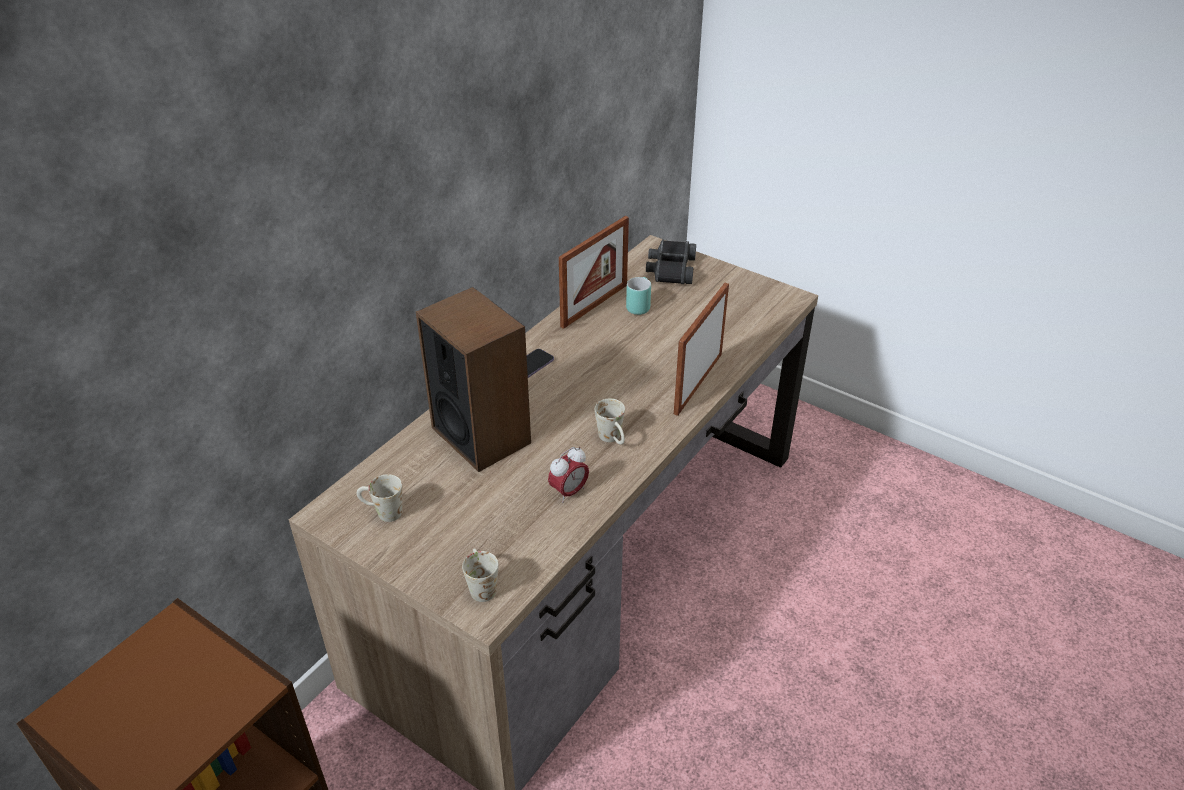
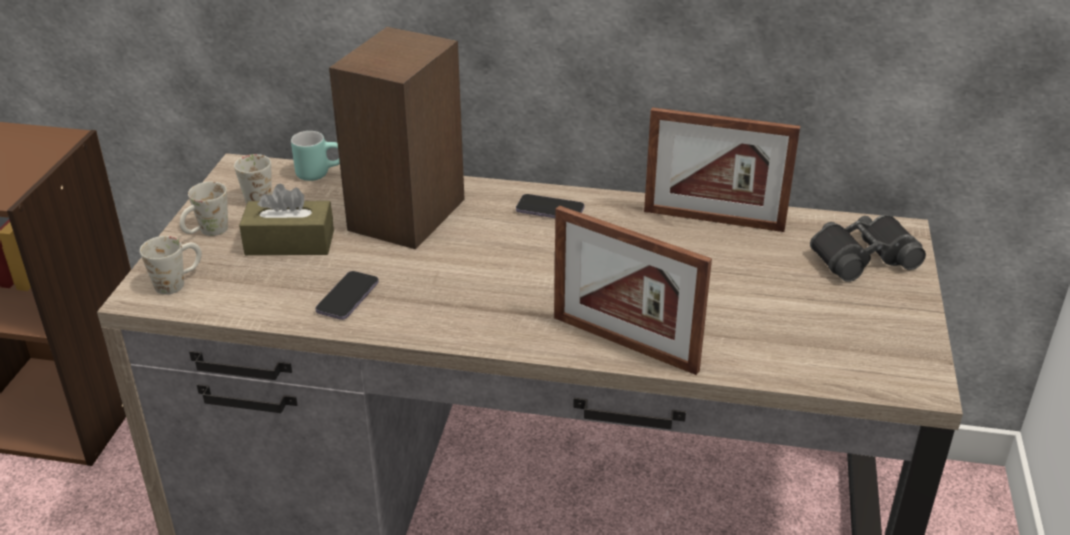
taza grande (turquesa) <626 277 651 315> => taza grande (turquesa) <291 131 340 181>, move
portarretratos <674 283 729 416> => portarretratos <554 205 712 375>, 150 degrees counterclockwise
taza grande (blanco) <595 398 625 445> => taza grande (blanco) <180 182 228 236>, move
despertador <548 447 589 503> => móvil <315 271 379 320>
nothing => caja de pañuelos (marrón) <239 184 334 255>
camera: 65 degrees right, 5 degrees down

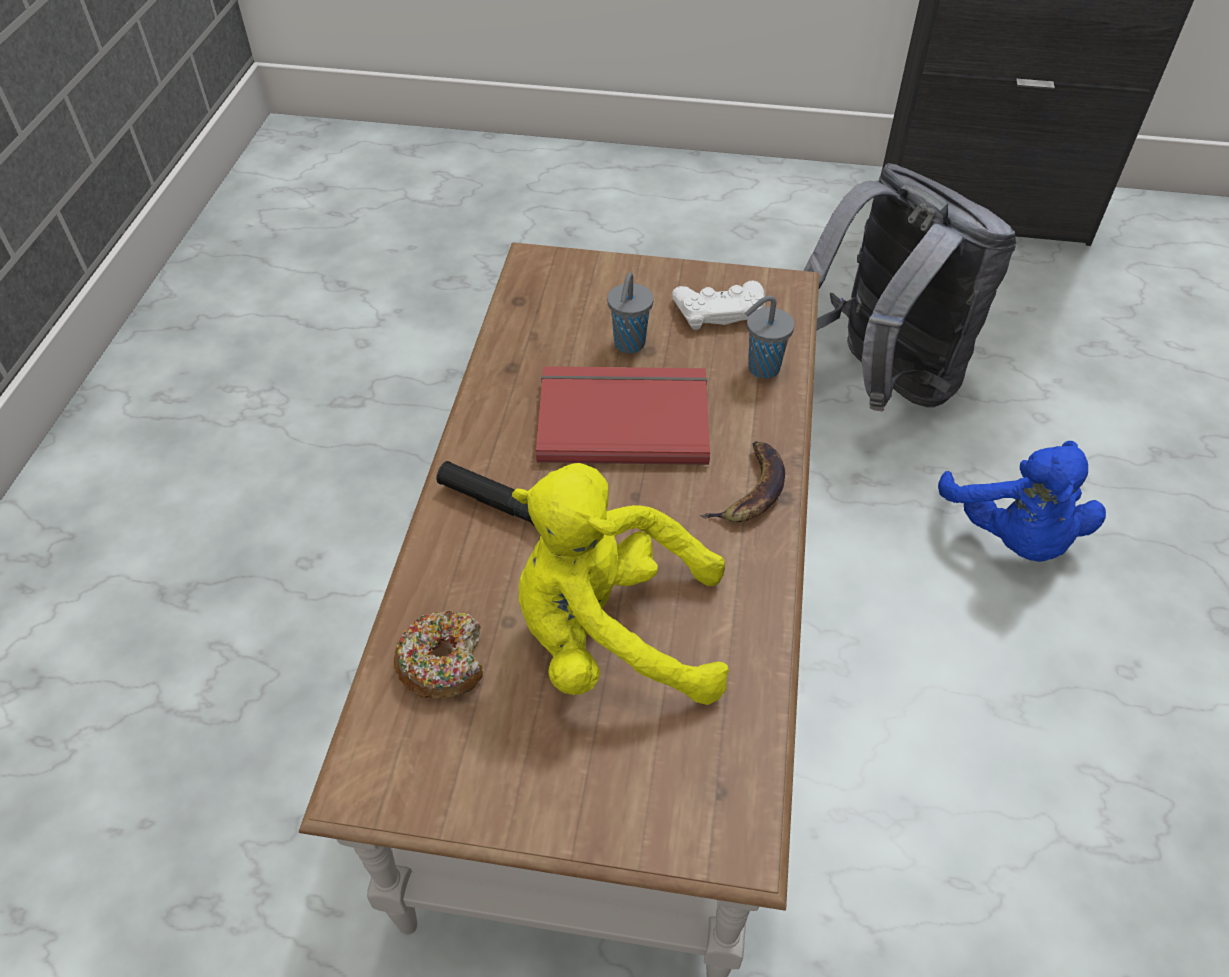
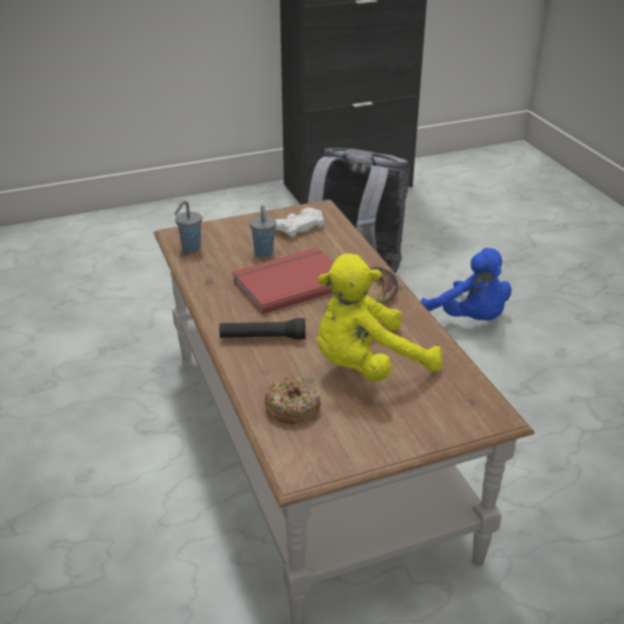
taza (gris) <745 295 795 379> => taza (gris) <174 201 202 253>, move
camera: 30 degrees left, 15 degrees down

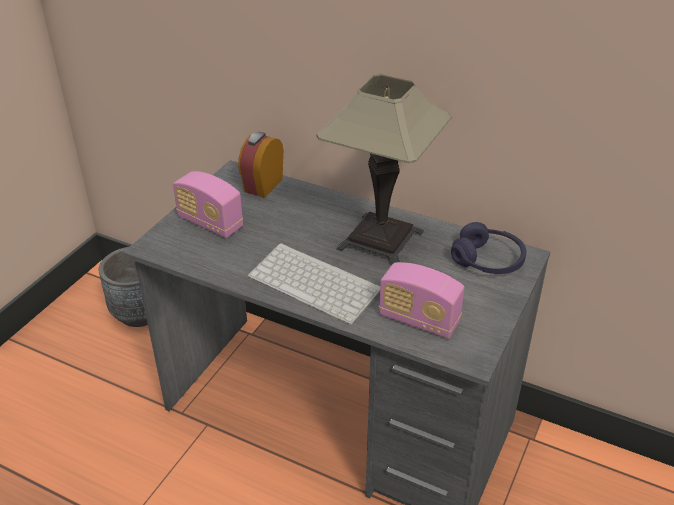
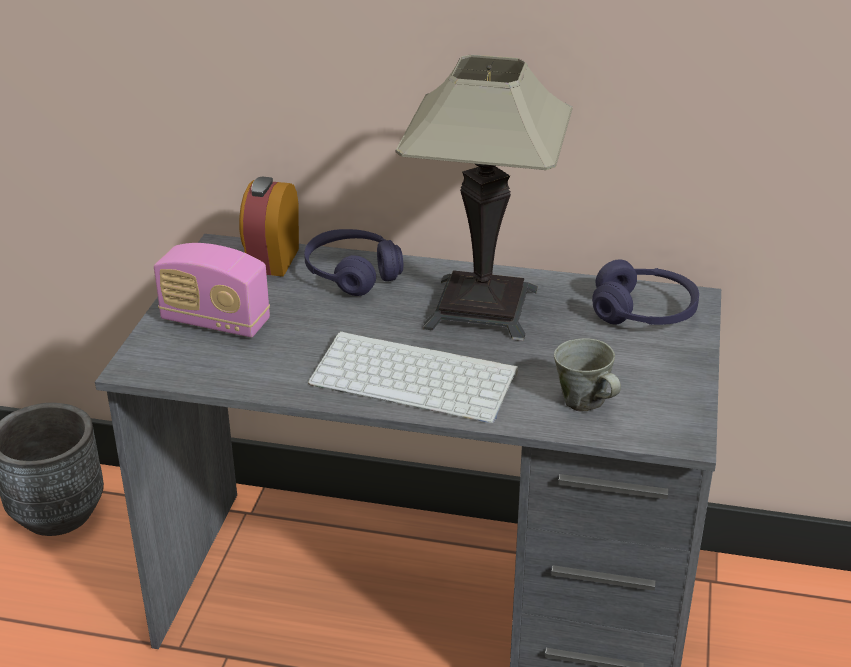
radio <379 262 464 339> => taza grande (gris) <554 338 621 412>
nothing => auriculares (morado) <304 229 403 296>
camera: 15 degrees left, 5 degrees down

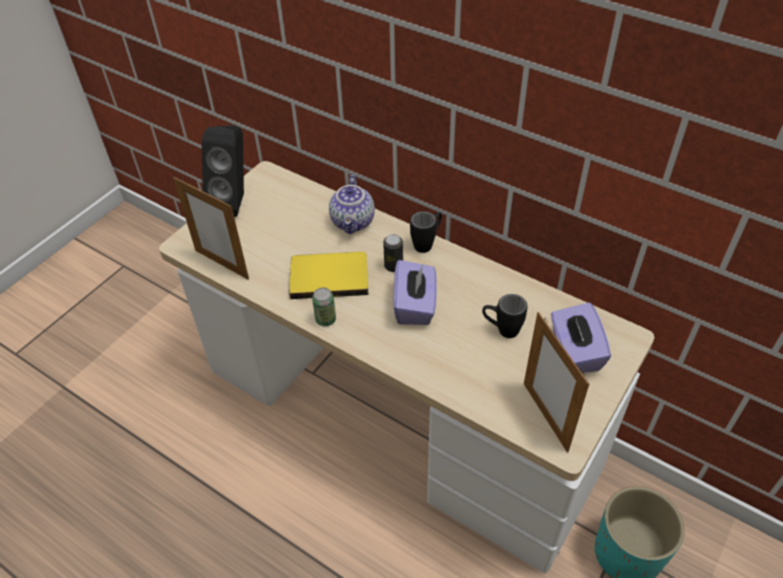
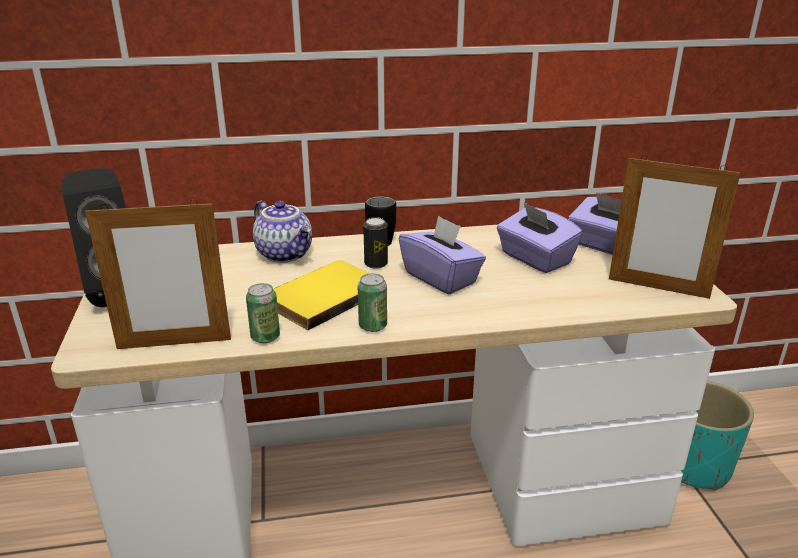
taza grande (negro) <482 294 527 338> => caja de pañuelos (morado) <497 202 583 273>
nothing => lata <246 283 280 343>
camera: 45 degrees left, 20 degrees down

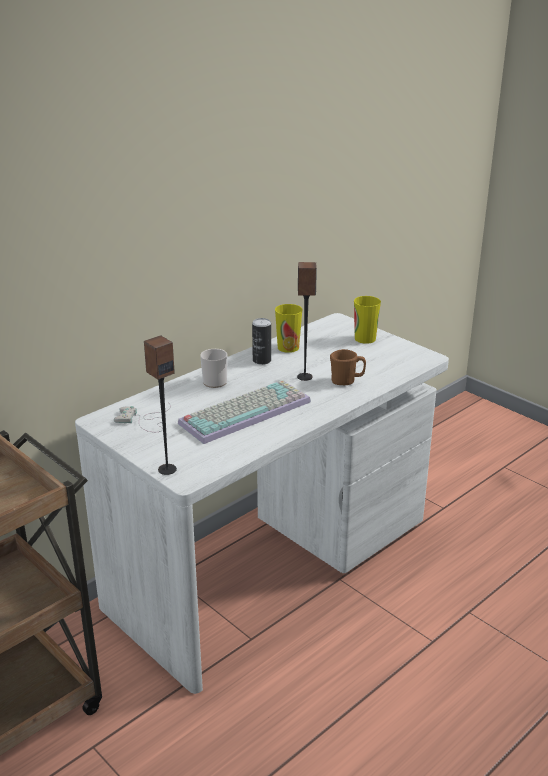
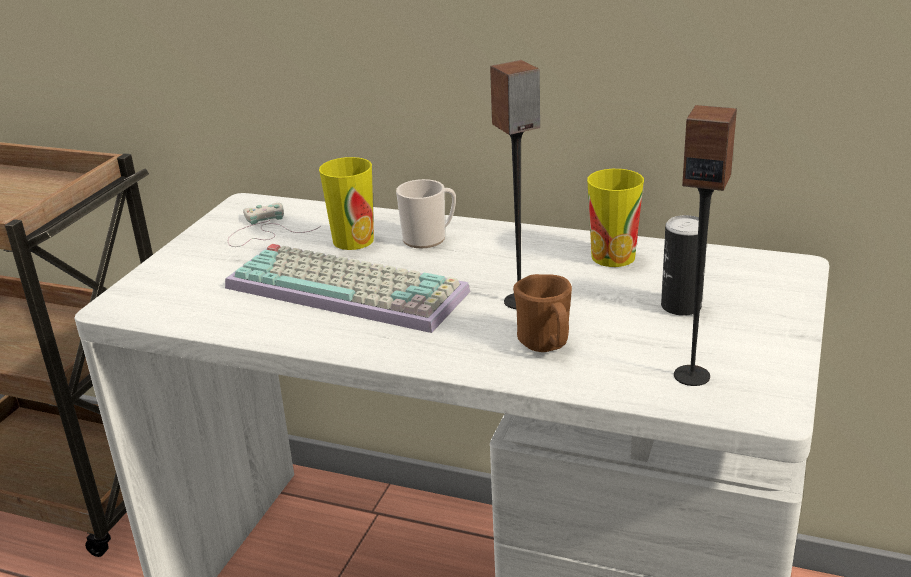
taza <354 296 381 344> => taza <319 157 374 250>, move
lata <252 318 271 365> => lata <661 215 708 316>, move
altavoz <144 335 177 475> => altavoz <674 105 737 386>, move
camera: 65 degrees right, 0 degrees up

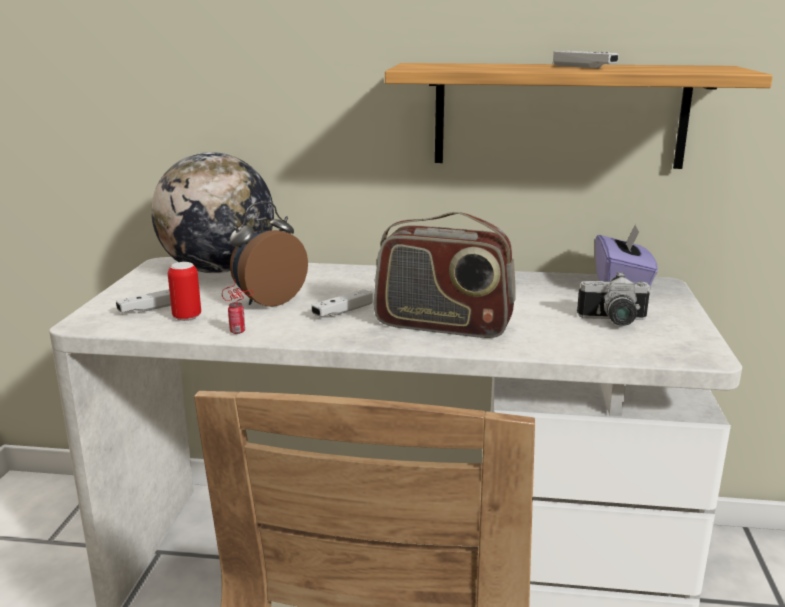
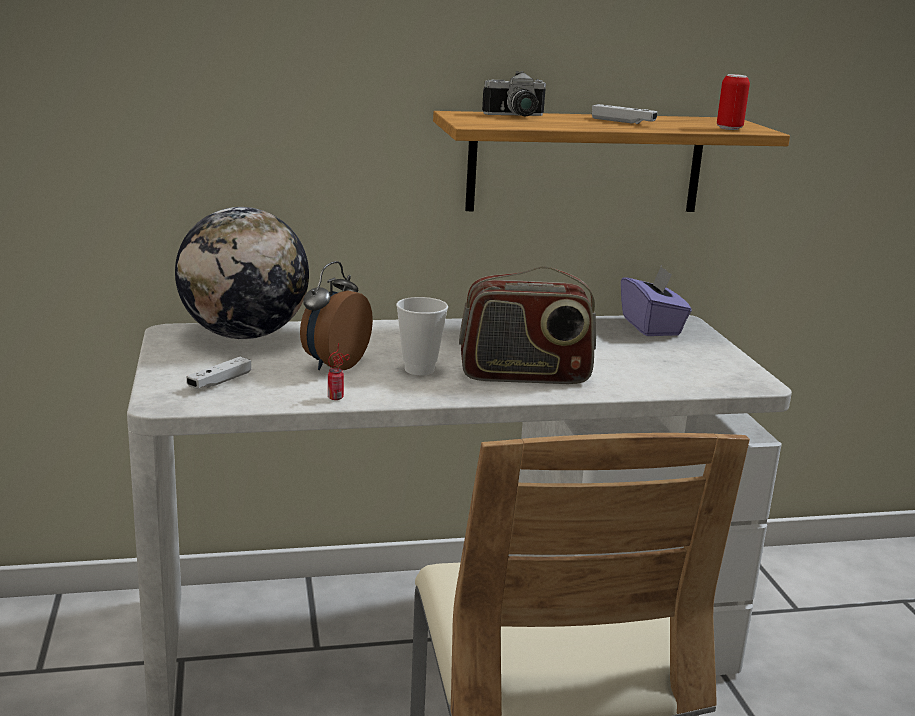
lata <168 262 201 321> => lata <717 74 750 130>, move
cámara <577 272 650 326> => cámara <482 71 546 117>, move
mando de consola (blanco) <312 289 373 317> => taza <396 297 448 375>
camera: 20 degrees left, 0 degrees up

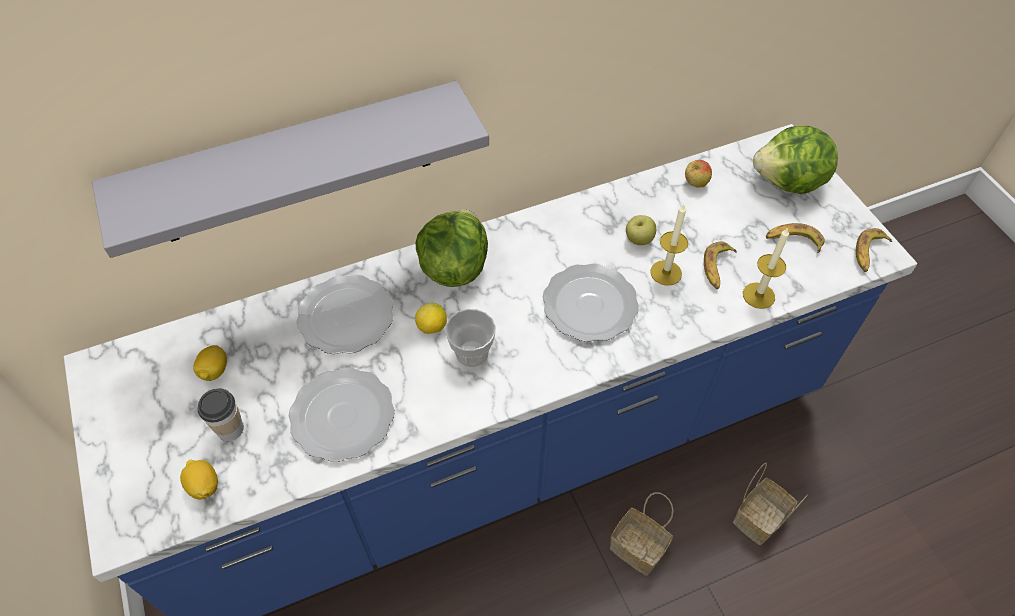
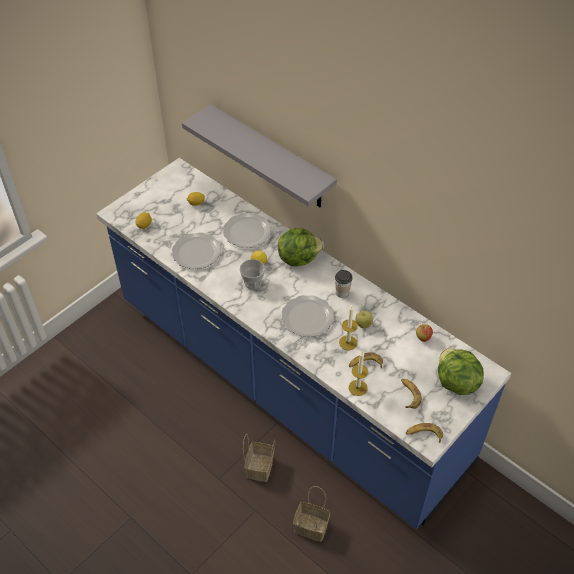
taza <198 388 244 441> => taza <335 270 353 298>, move
camera: 65 degrees right, 5 degrees down

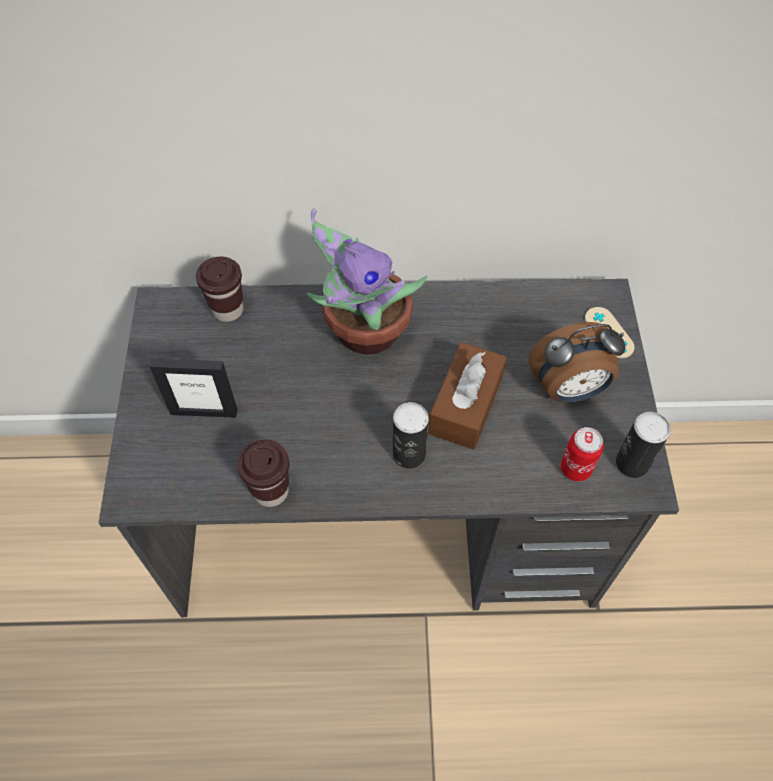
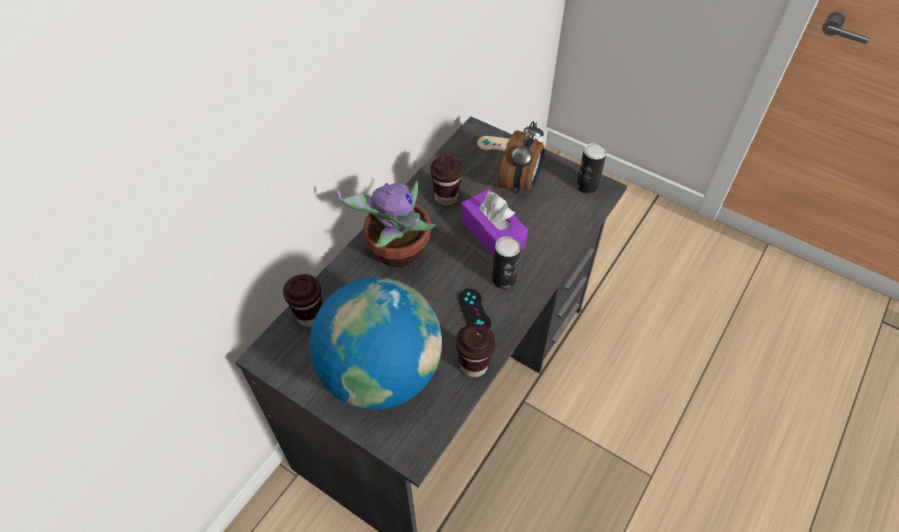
caja de pañuelos (marrón) <428 342 507 450> => caja de pañuelos (morado) <461 189 528 258>
portarretratos <149 358 238 418> => globo terráqueo <310 277 442 410>
lata <561 427 604 481> => nothing
nothing => taza (marrón) <430 156 463 205>
nothing => mando de consola (negro) <459 289 491 329>
camera: 55 degrees left, 5 degrees down

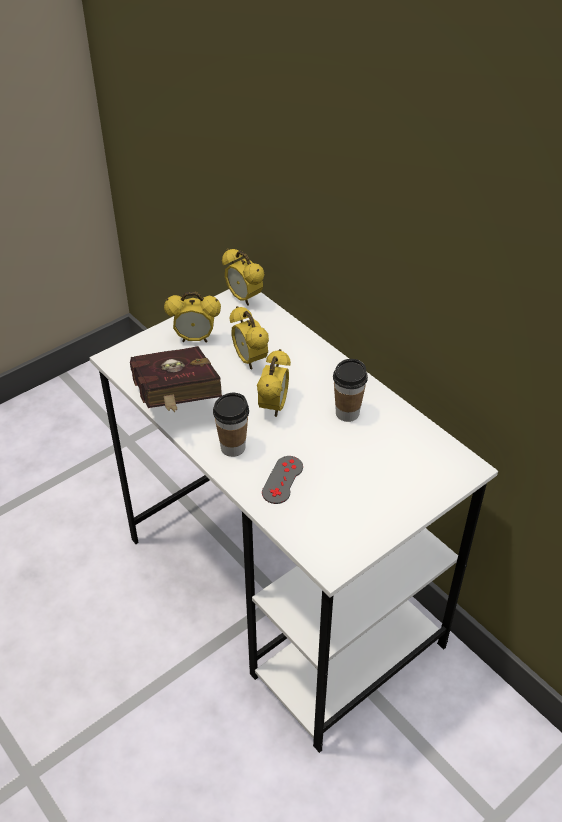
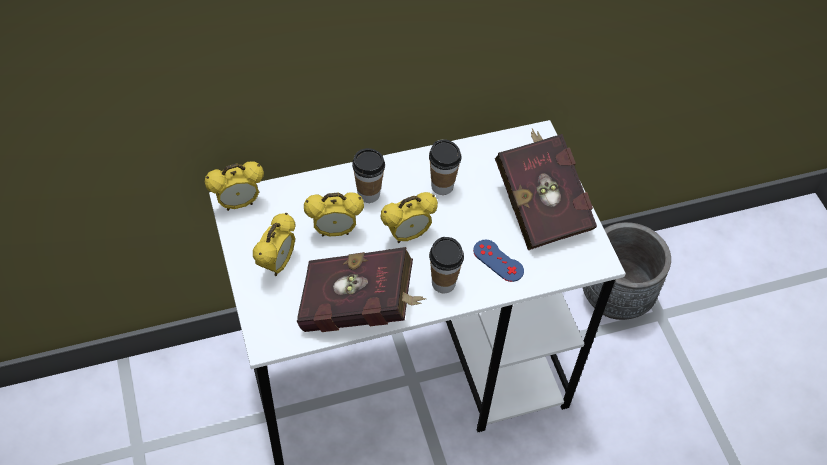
despertador <257 349 291 417> => despertador <380 192 438 243>, 120 degrees clockwise
mando de consola (gris) <262 456 303 504> => mando de consola (azul) <473 240 524 282>
nothing => libro (rojo) <495 128 597 250>
nothing => taza <352 148 385 203>
nothing => maceta (gris) <583 222 671 320>
camera: 70 degrees left, 10 degrees up

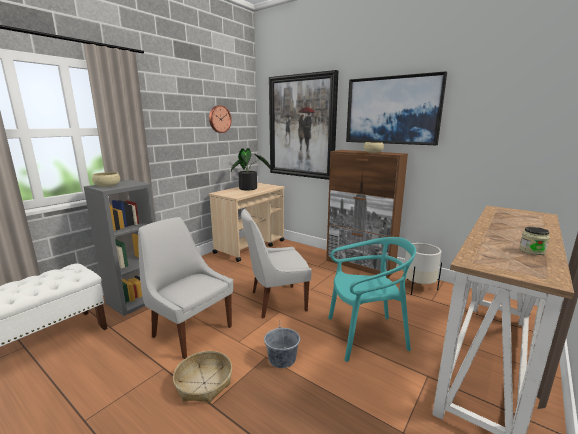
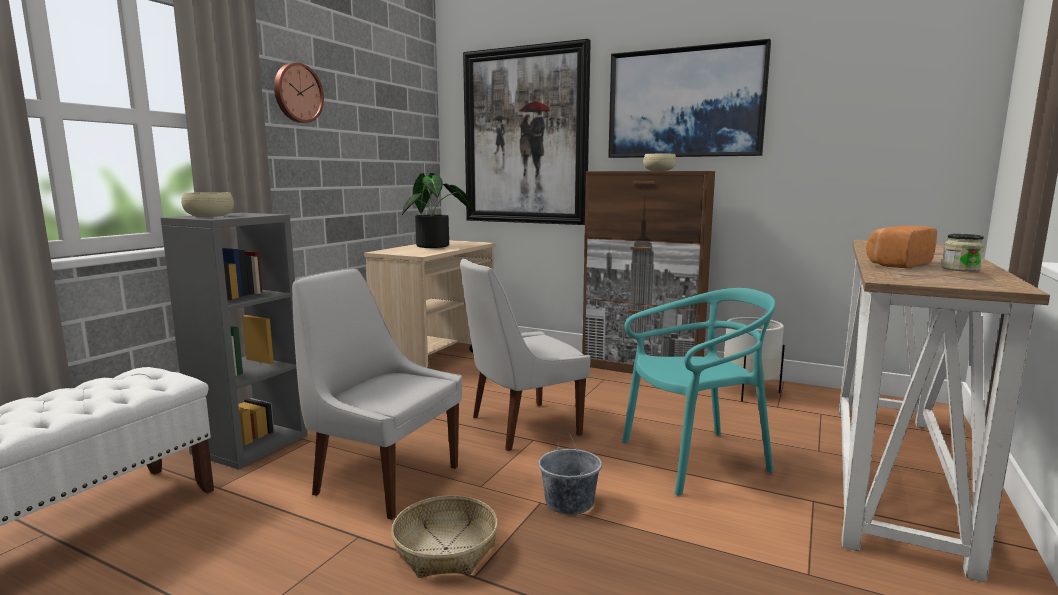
reloj de pared <209 105 232 133> => reloj de pared <274 63 324 123>, move
nothing => pan <866 226 937 268>
camera: 10 degrees left, 5 degrees down

